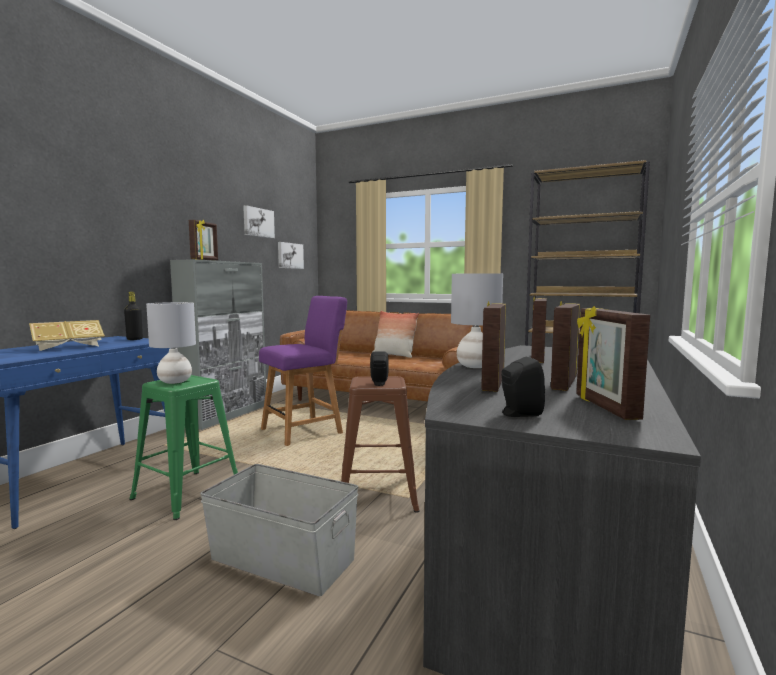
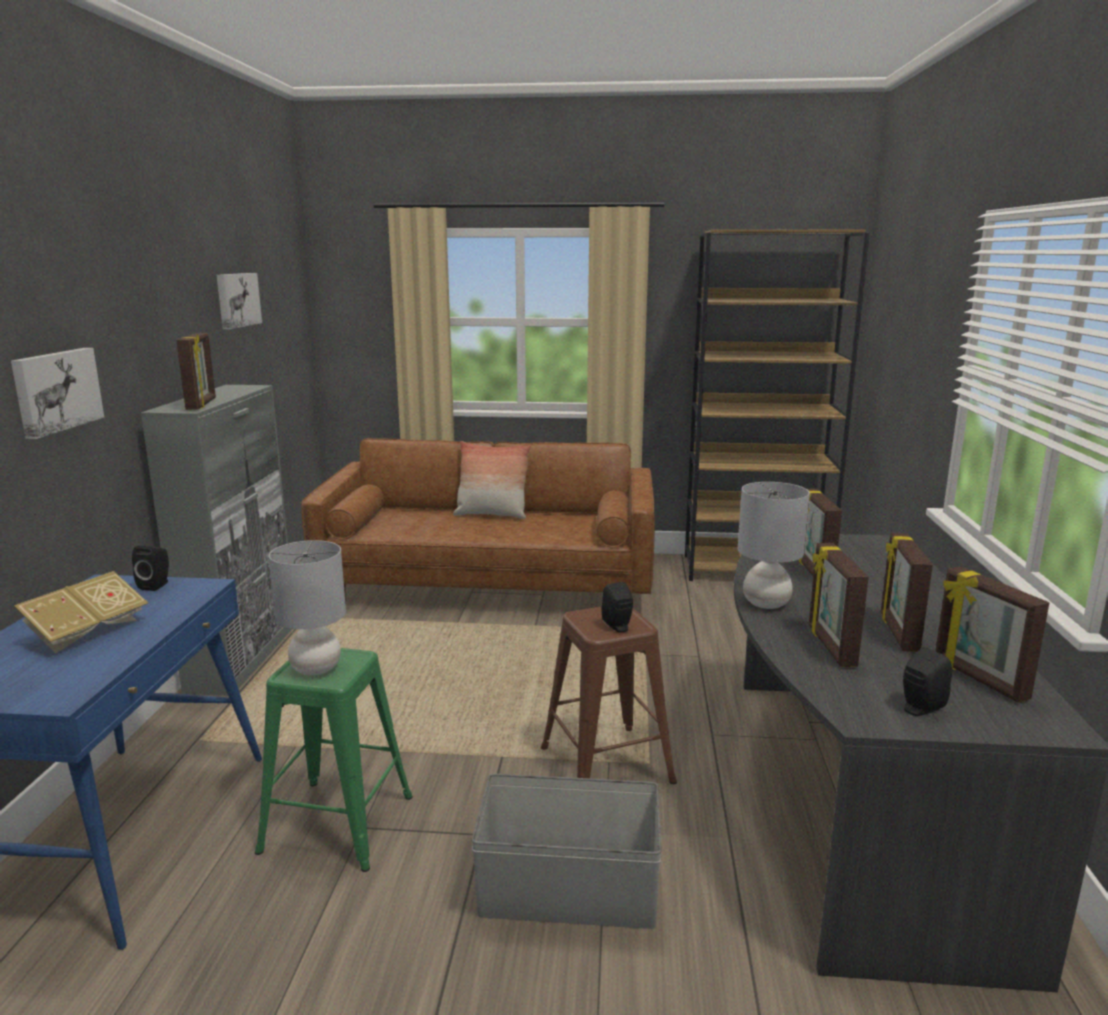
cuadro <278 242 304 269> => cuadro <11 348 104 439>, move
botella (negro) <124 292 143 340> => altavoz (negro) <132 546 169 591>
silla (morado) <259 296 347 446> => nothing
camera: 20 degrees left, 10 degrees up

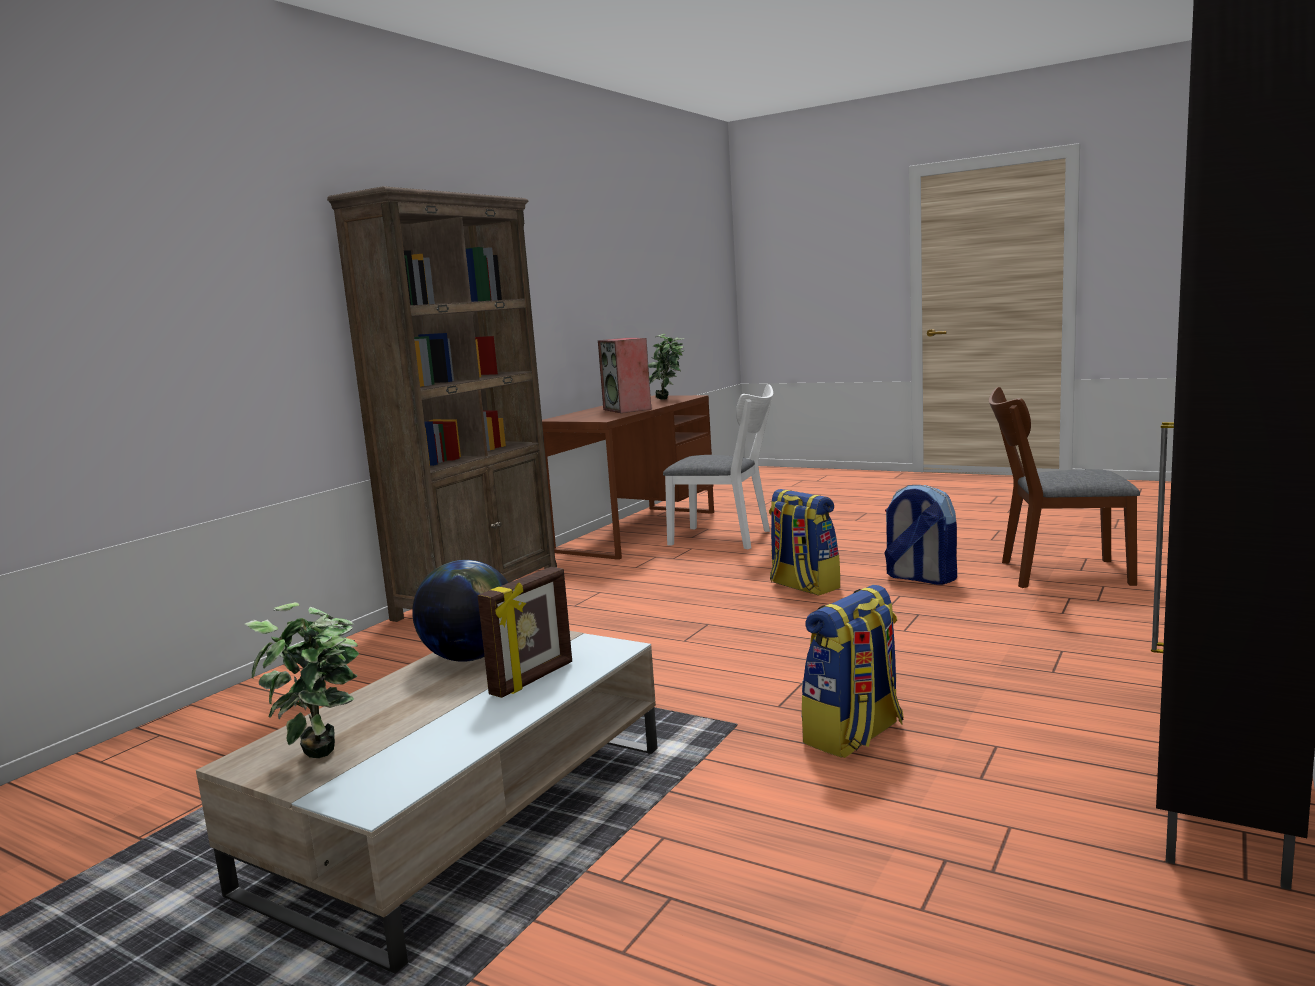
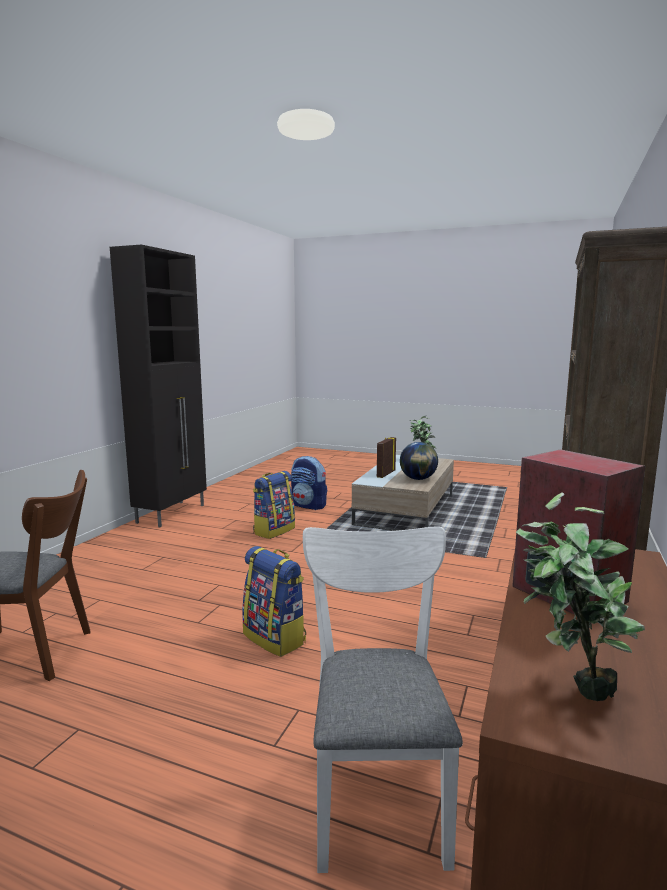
silla (blanco) <663 384 773 549> => silla (blanco) <303 526 463 873>, 75 degrees clockwise
mochila <885 485 957 585> => mochila <291 456 327 510>, move
camera: 170 degrees right, 0 degrees up

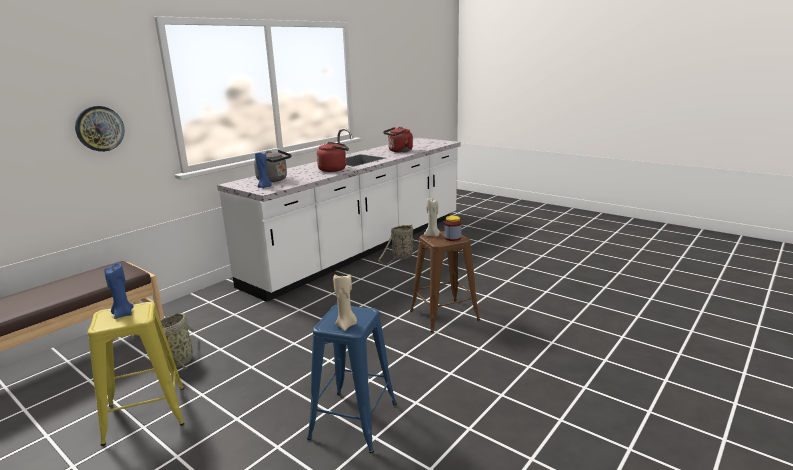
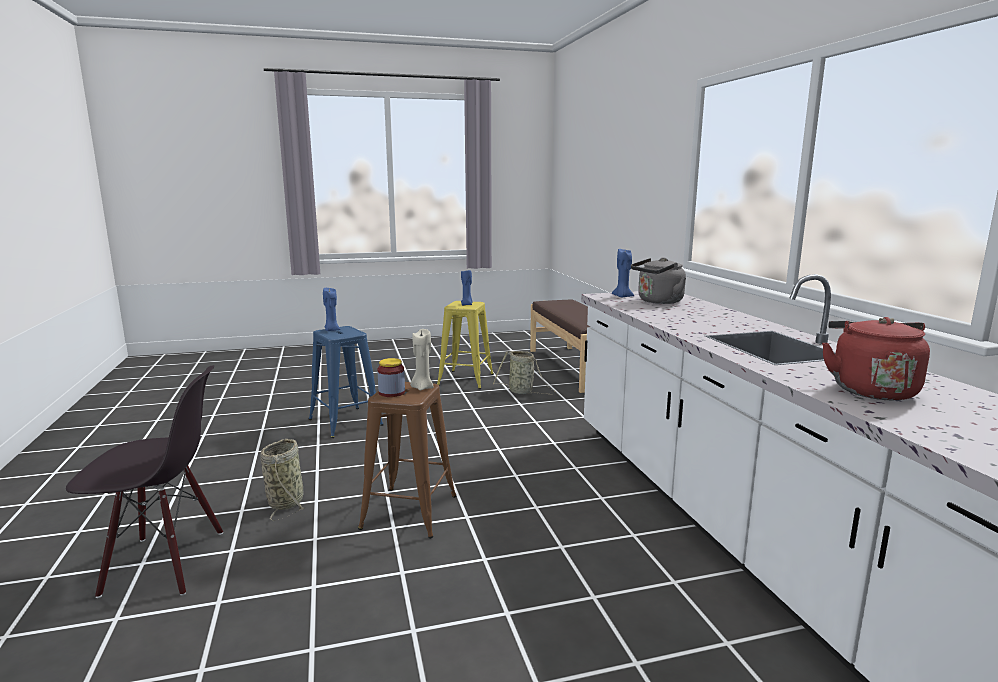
reloj de pared <75 106 125 152> => nothing
hervidor (rojo) <317 142 349 172> => nothing
cesta <378 225 418 264> => cesta <260 439 304 521>, move
vela (beis) <333 274 357 331> => vela (azul) <323 288 340 331>
nothing => silla (negro) <66 365 223 598>
camera: 125 degrees right, 5 degrees down

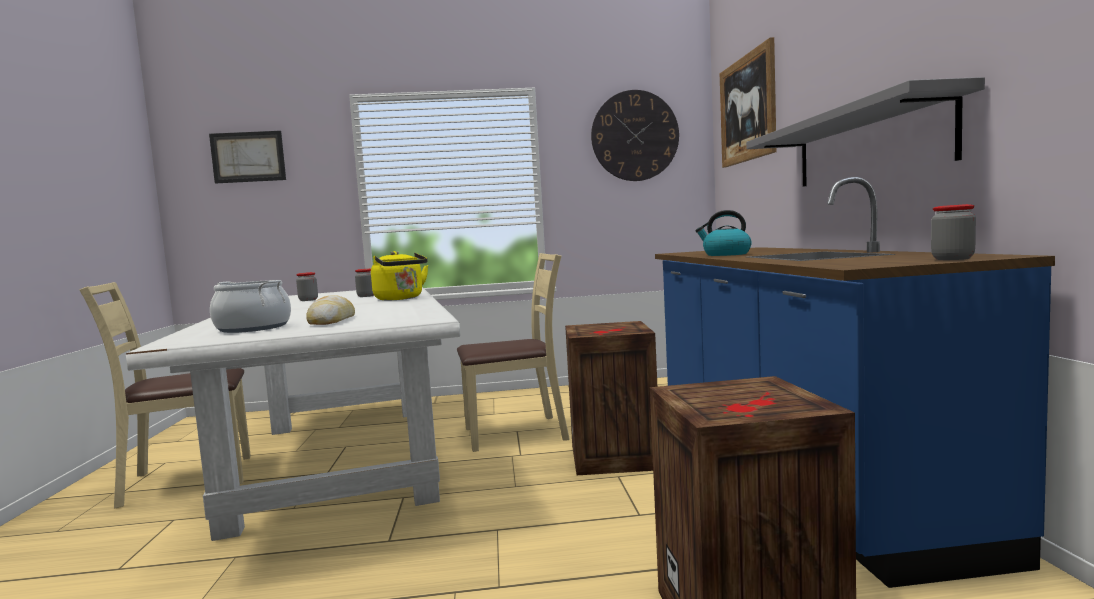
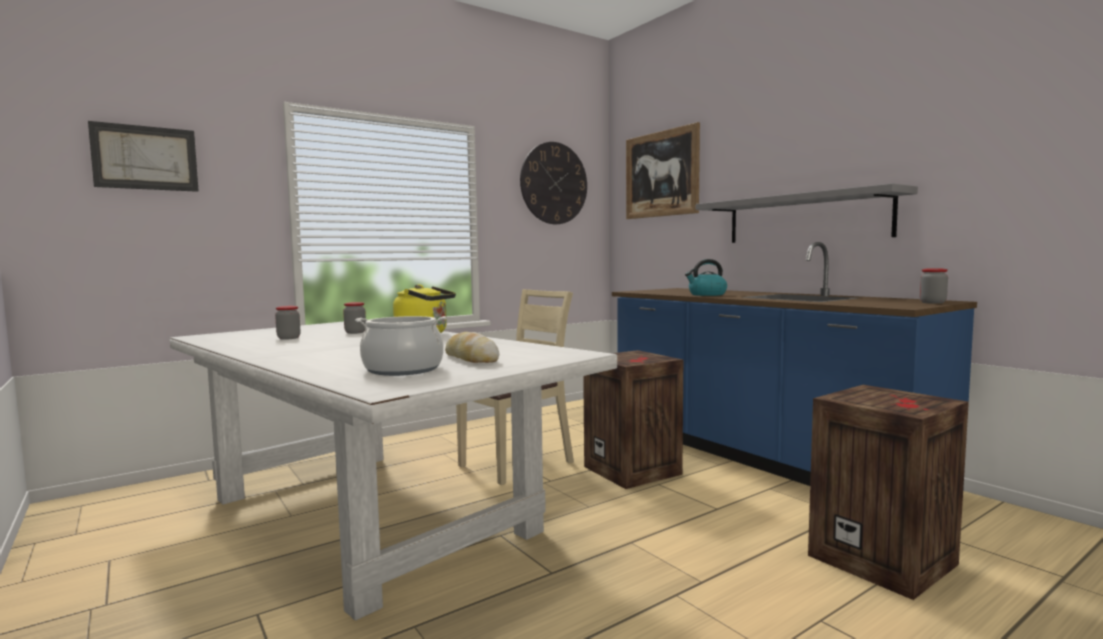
silla (beis) <79 282 251 508> => nothing
camera: 30 degrees left, 0 degrees up

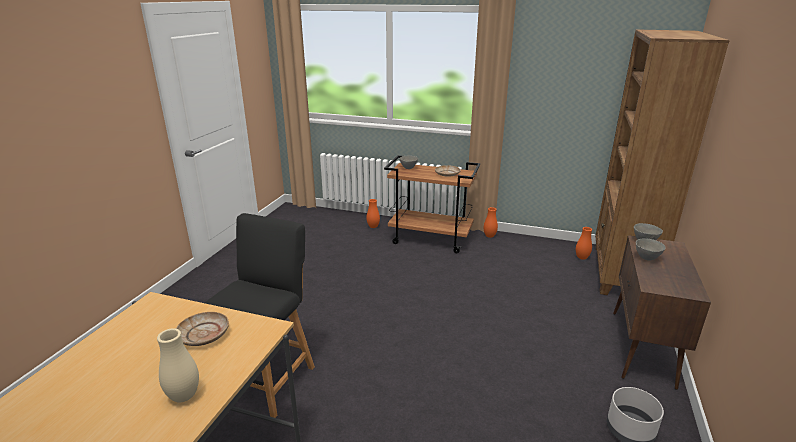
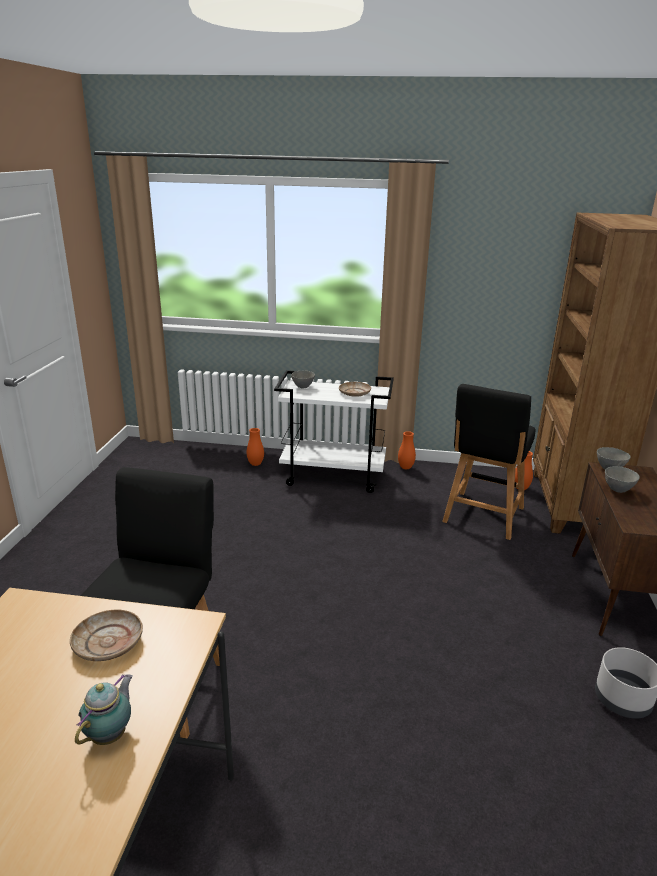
carrito (marrón) <384 155 480 253> => carrito (blanco) <274 370 394 493>
florero (beis) <157 328 199 402> => tetera <75 674 133 745>
nothing => silla (negro) <442 384 536 540>
camera: 10 degrees left, 0 degrees up

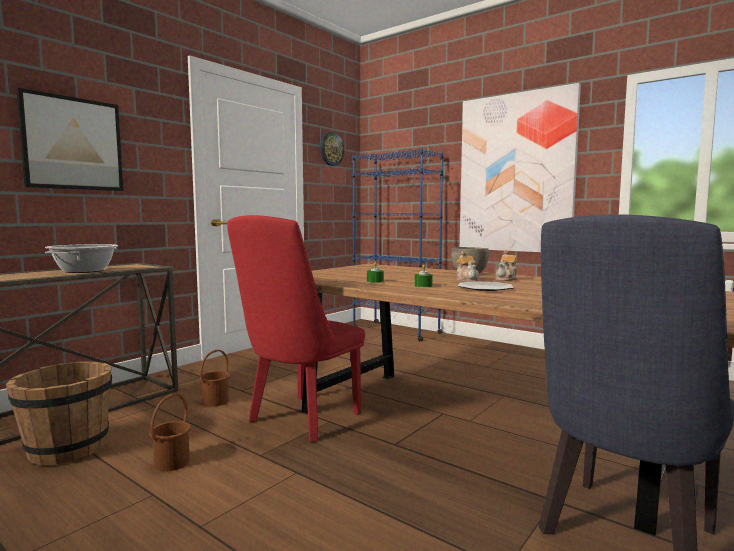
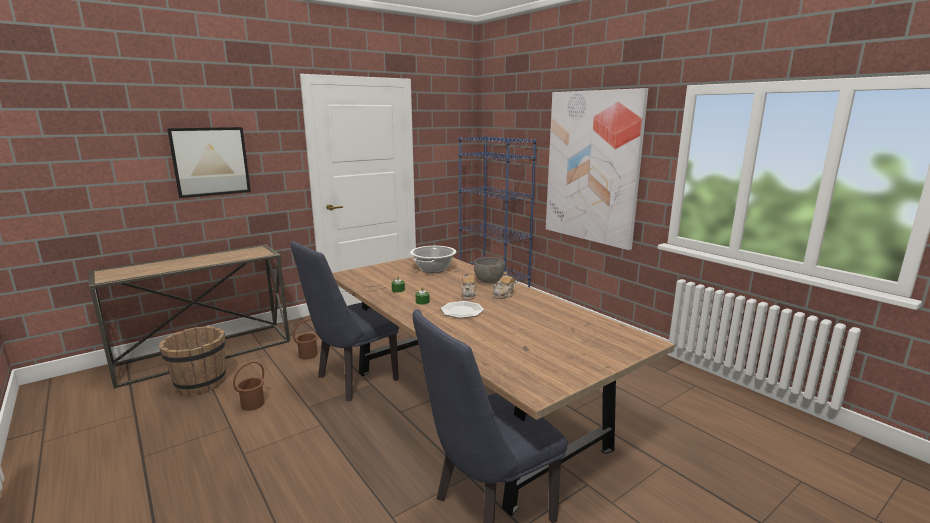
reloj de pared <320 132 344 166> => nothing
silla (rojo) <227 215 365 442> => silla (azul) <290 241 399 401>
olla <45 244 118 273> => olla <410 246 456 273>, move
camera: 15 degrees right, 10 degrees up

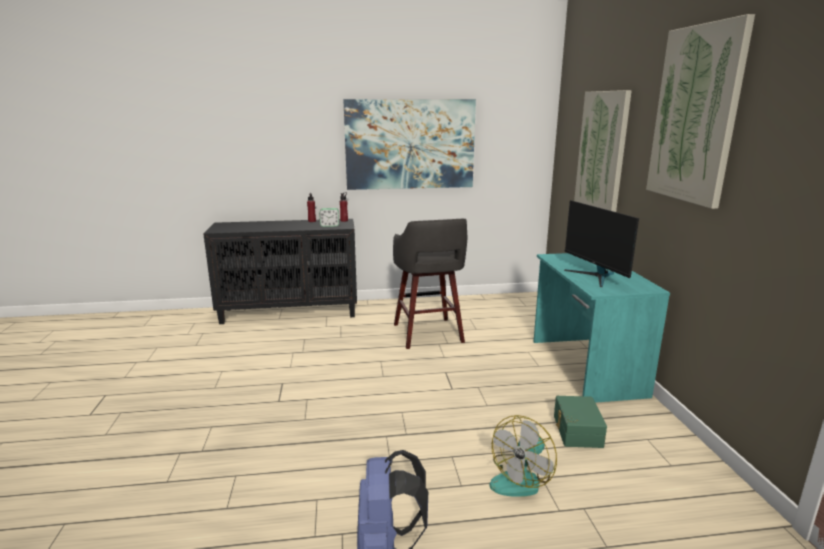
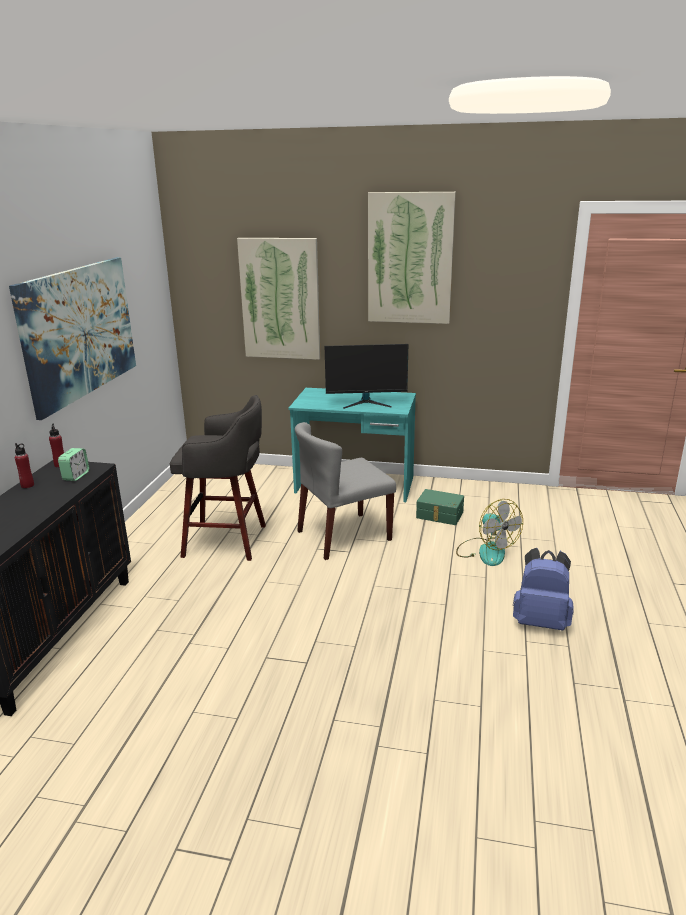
nothing => silla (gris) <295 422 396 560>
camera: 70 degrees left, 5 degrees up

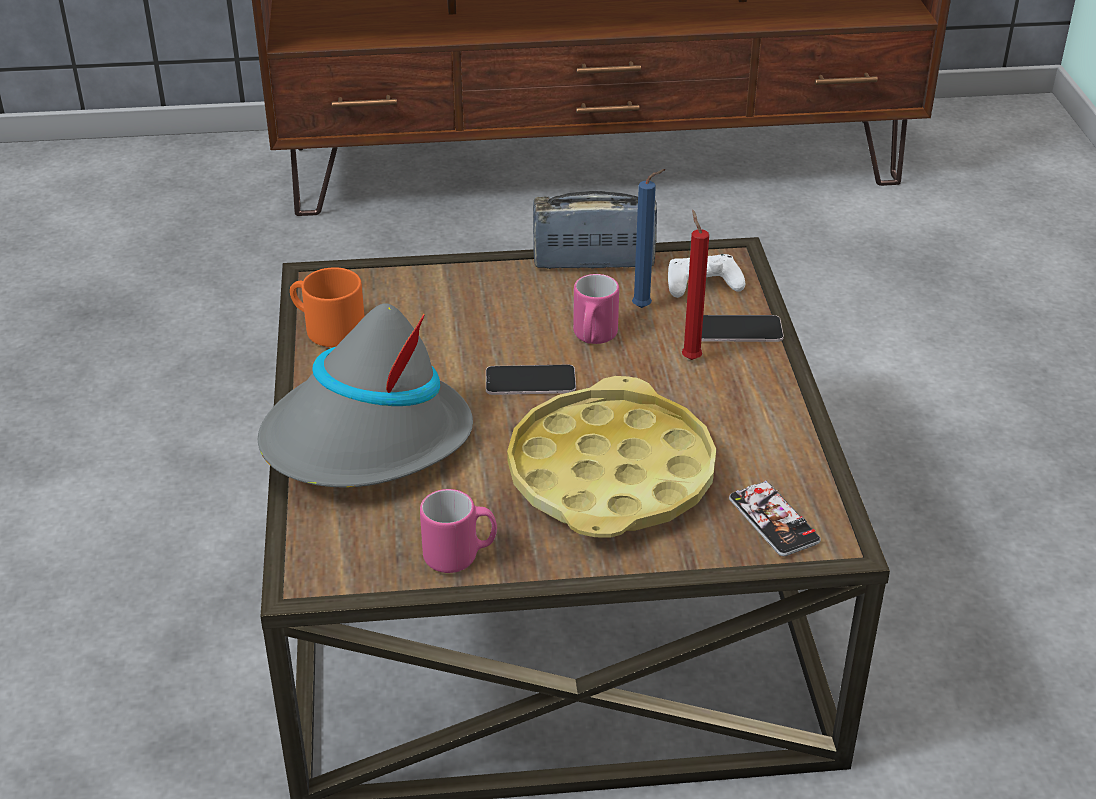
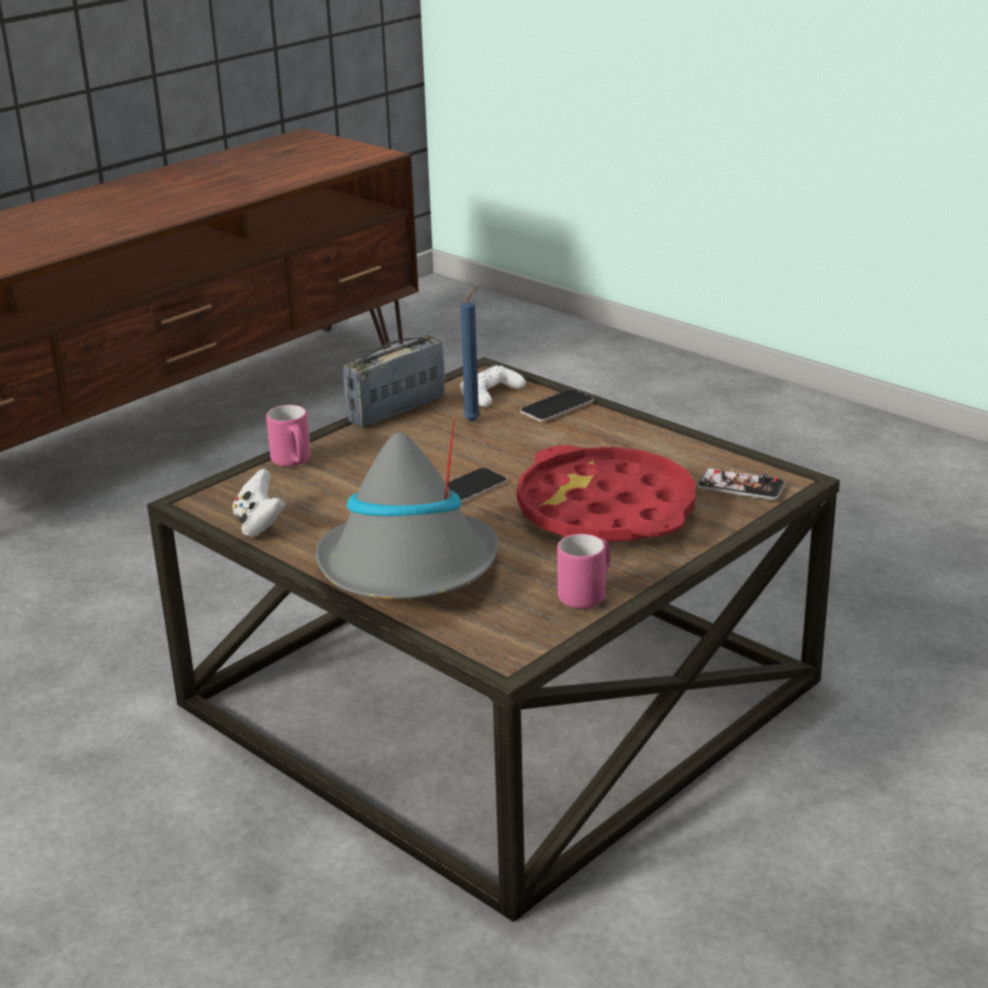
vela (rojo) <682 210 709 360> => nothing
taza grande (naranja) <290 267 365 347> => mando de consola (blanco) <232 469 286 537>
taza grande (rosa) <573 274 619 344> => taza grande (rosa) <266 405 311 467>, move
bandeja (amarillo) <507 376 716 538> => bandeja (rojo) <517 445 696 542>
camera: 40 degrees left, 10 degrees down

